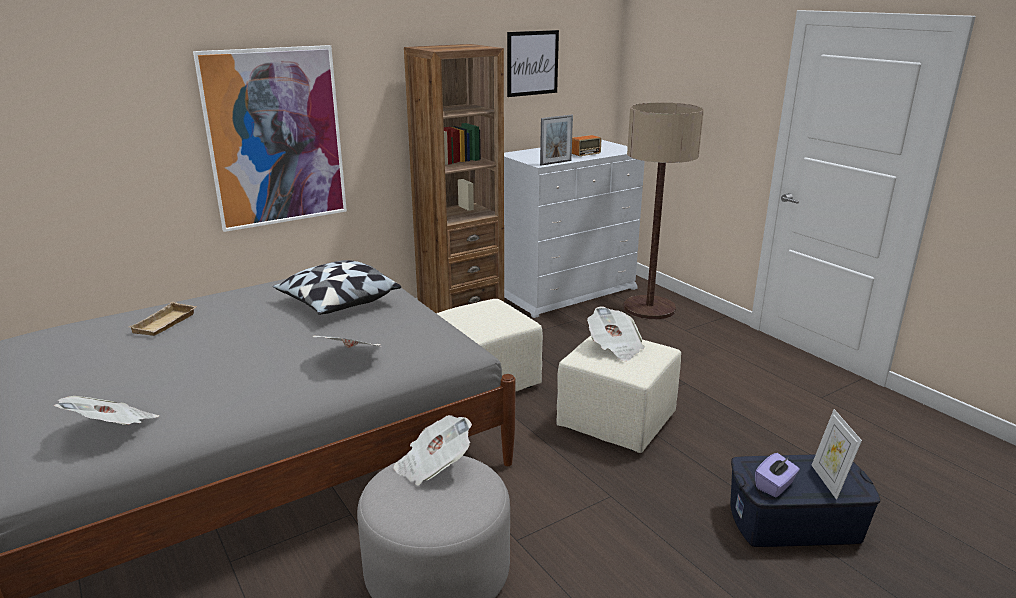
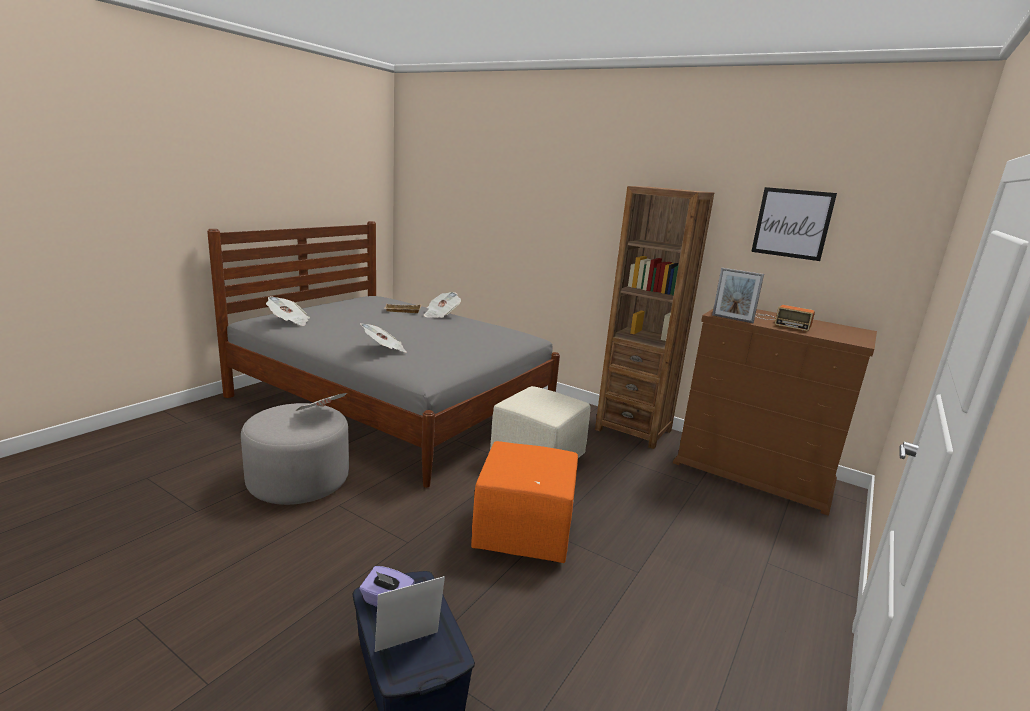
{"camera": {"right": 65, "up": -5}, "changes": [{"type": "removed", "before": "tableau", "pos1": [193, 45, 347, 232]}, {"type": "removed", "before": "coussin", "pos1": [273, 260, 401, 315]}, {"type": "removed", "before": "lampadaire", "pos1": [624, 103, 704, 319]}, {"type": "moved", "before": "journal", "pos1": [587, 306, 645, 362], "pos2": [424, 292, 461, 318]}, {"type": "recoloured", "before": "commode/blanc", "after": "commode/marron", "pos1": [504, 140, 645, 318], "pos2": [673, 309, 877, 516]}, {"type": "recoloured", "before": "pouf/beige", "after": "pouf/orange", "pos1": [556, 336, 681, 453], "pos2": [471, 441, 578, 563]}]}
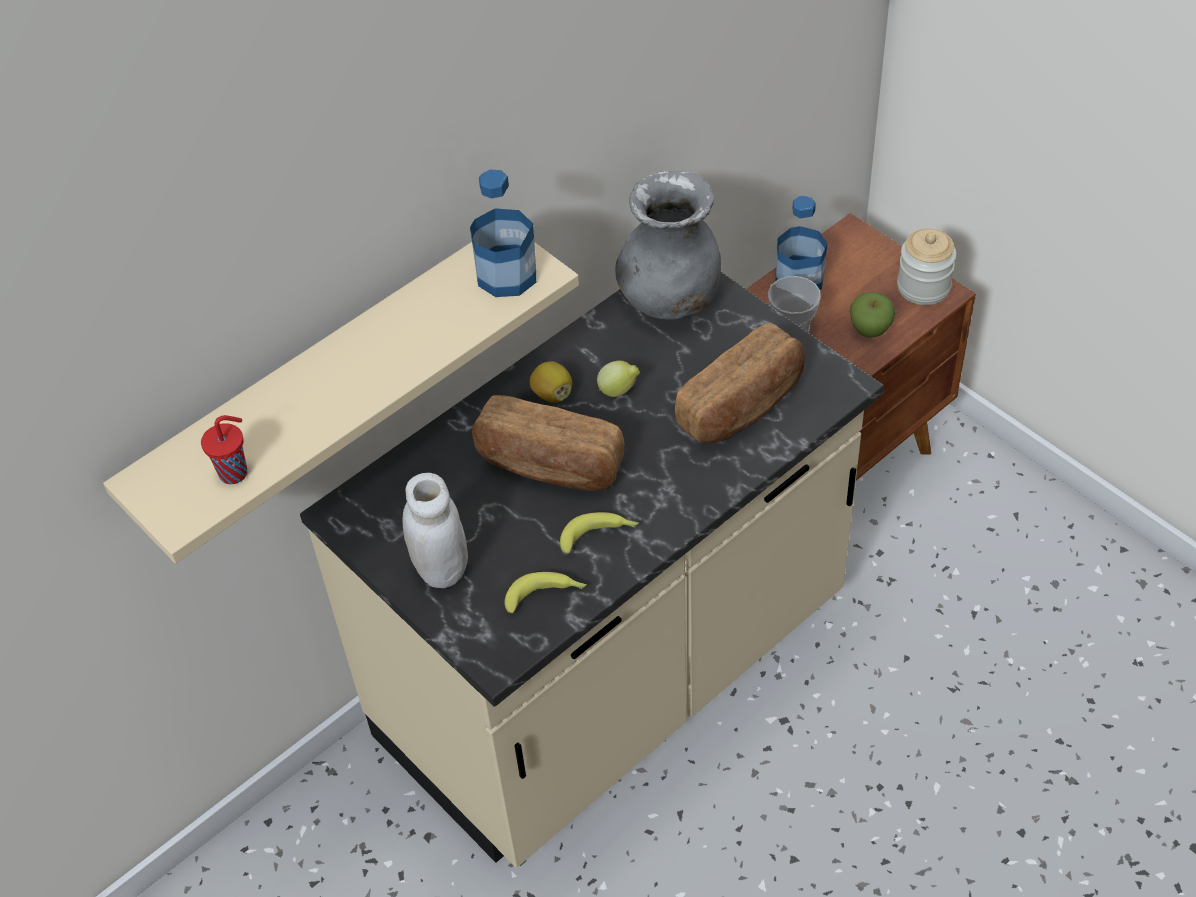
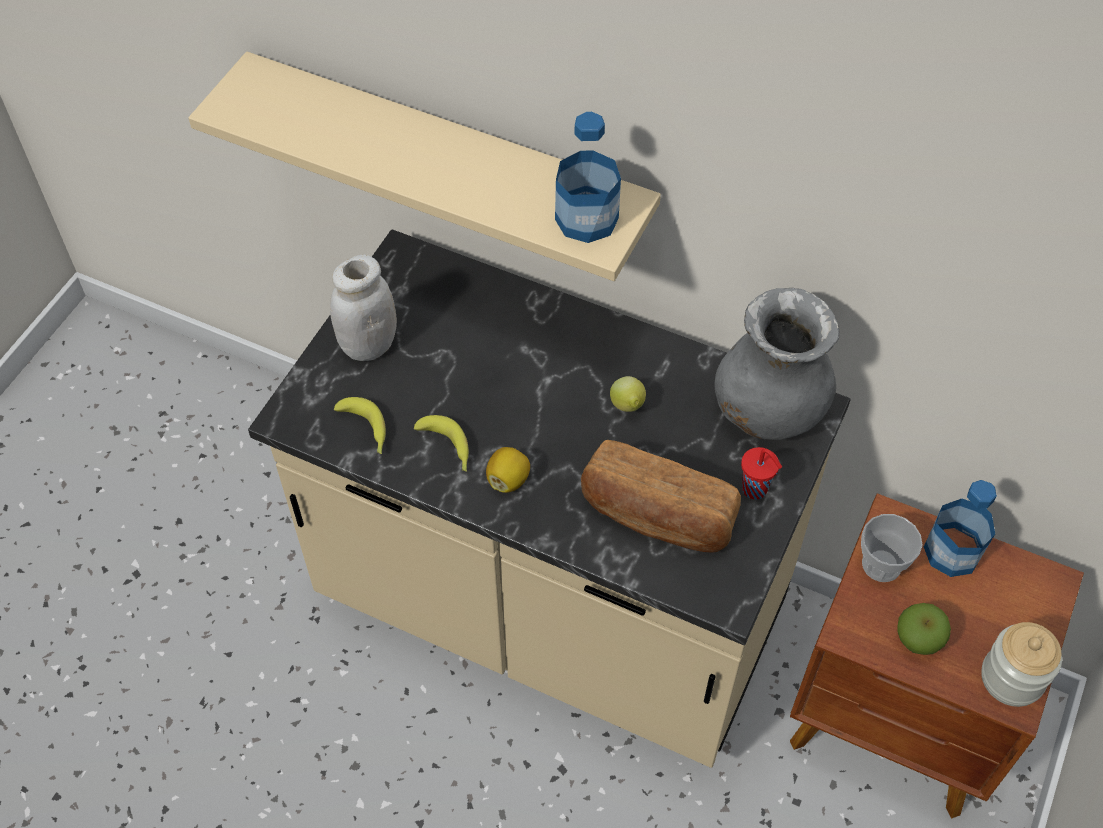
{"camera": {"right": 65, "up": 5}, "changes": [{"type": "removed", "before": "pain", "pos1": [472, 395, 624, 491]}, {"type": "moved", "before": "tasse/rouge", "pos1": [201, 415, 247, 484], "pos2": [741, 447, 782, 499]}, {"type": "moved", "before": "citron", "pos1": [530, 361, 572, 403], "pos2": [486, 447, 530, 493]}]}
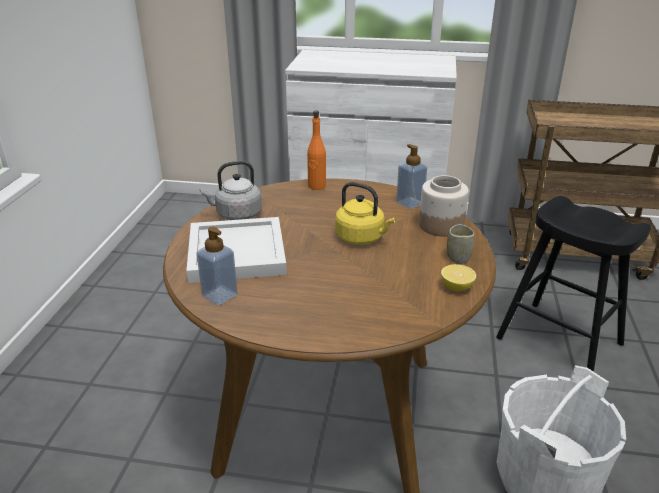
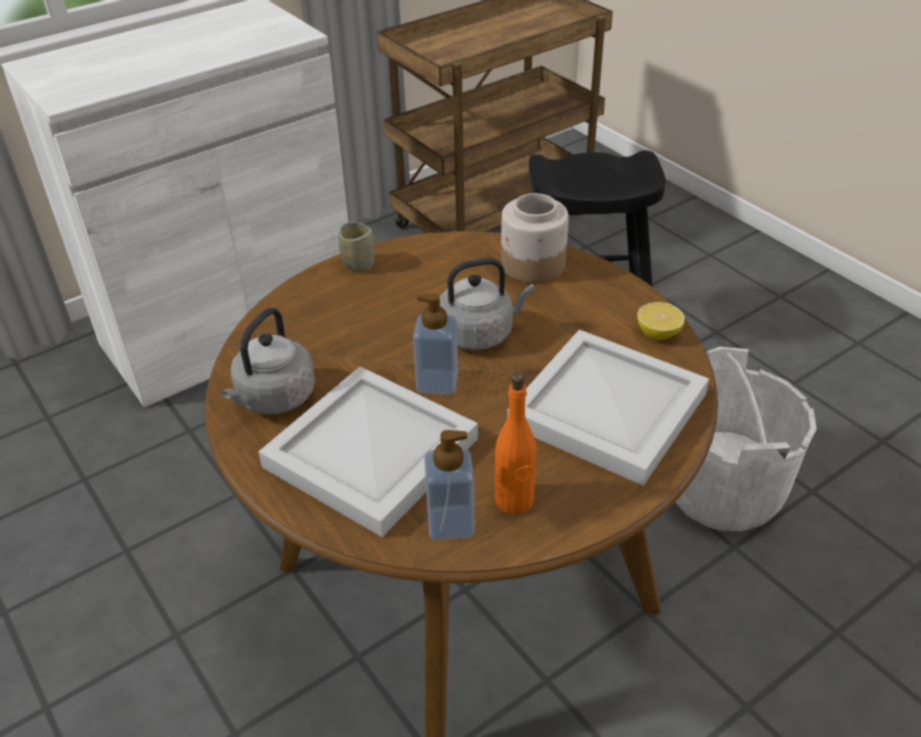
{"camera": {"right": -45, "up": 10}, "changes": [{"type": "added", "after": "plateau/blanc", "pos2": [507, 330, 709, 486]}, {"type": "moved", "before": "bouteille/orange", "pos1": [307, 110, 326, 190], "pos2": [495, 372, 536, 514]}, {"type": "moved", "before": "distributeur de savon", "pos1": [396, 144, 427, 209], "pos2": [413, 293, 458, 395]}, {"type": "moved", "before": "tasse", "pos1": [447, 224, 475, 264], "pos2": [338, 222, 374, 272]}, {"type": "recoloured", "before": "bouilloire/jaune", "after": "bouilloire/gris", "pos1": [335, 182, 395, 245], "pos2": [440, 258, 535, 350]}]}
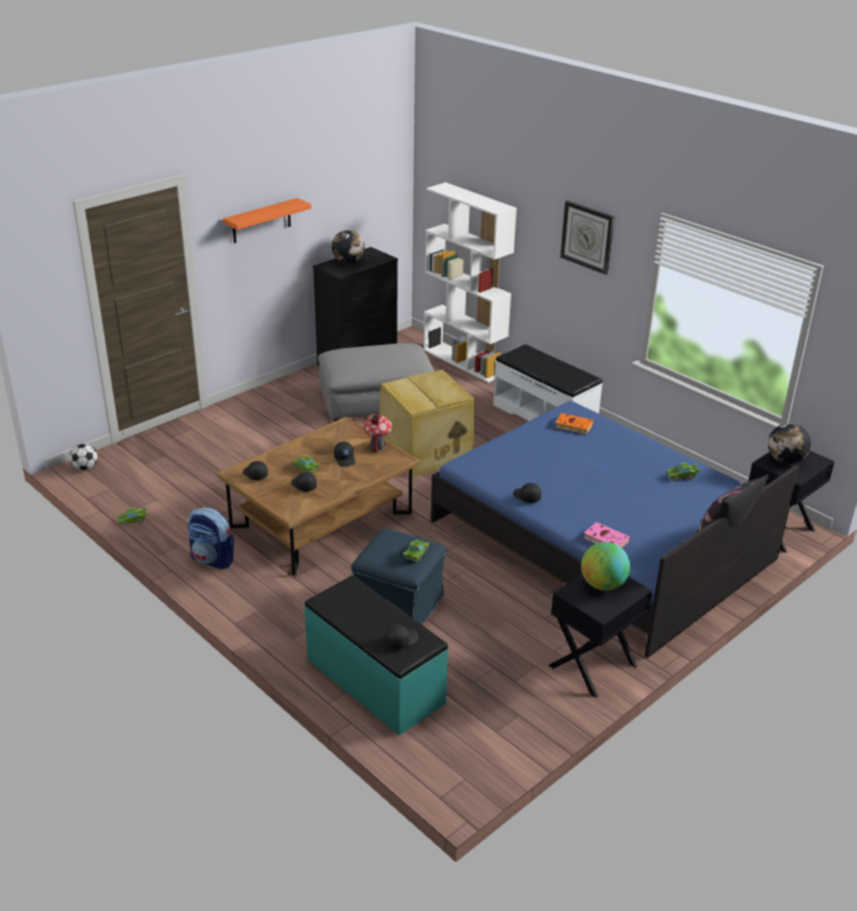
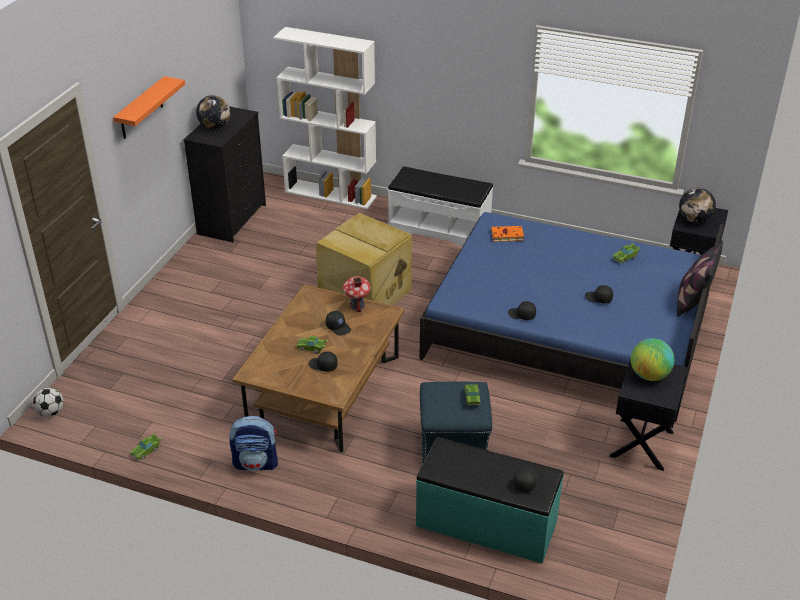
{"camera": {"right": -25, "up": 5}, "changes": [{"type": "removed", "before": "pouf/gris", "pos1": [318, 343, 434, 421]}, {"type": "removed", "before": "horloge murale", "pos1": [560, 200, 615, 275]}, {"type": "removed", "before": "livre/rose", "pos1": [583, 522, 630, 548]}, {"type": "moved", "before": "casquette/noir", "pos1": [243, 461, 268, 480], "pos2": [585, 285, 613, 304]}]}
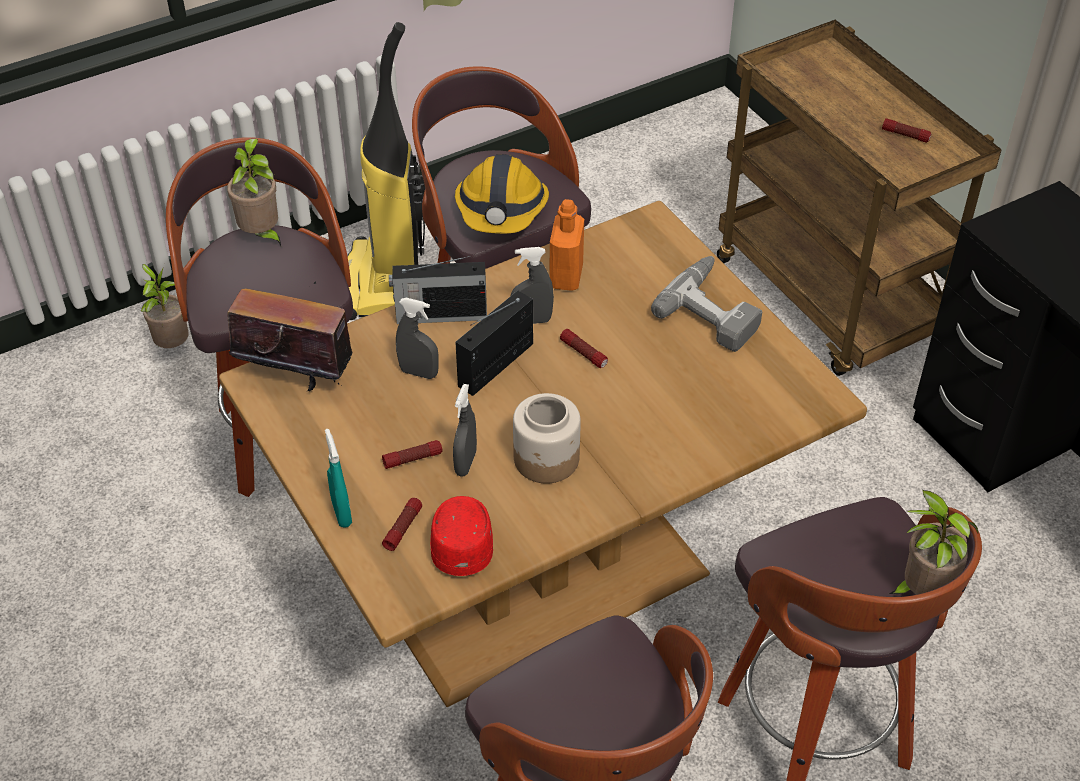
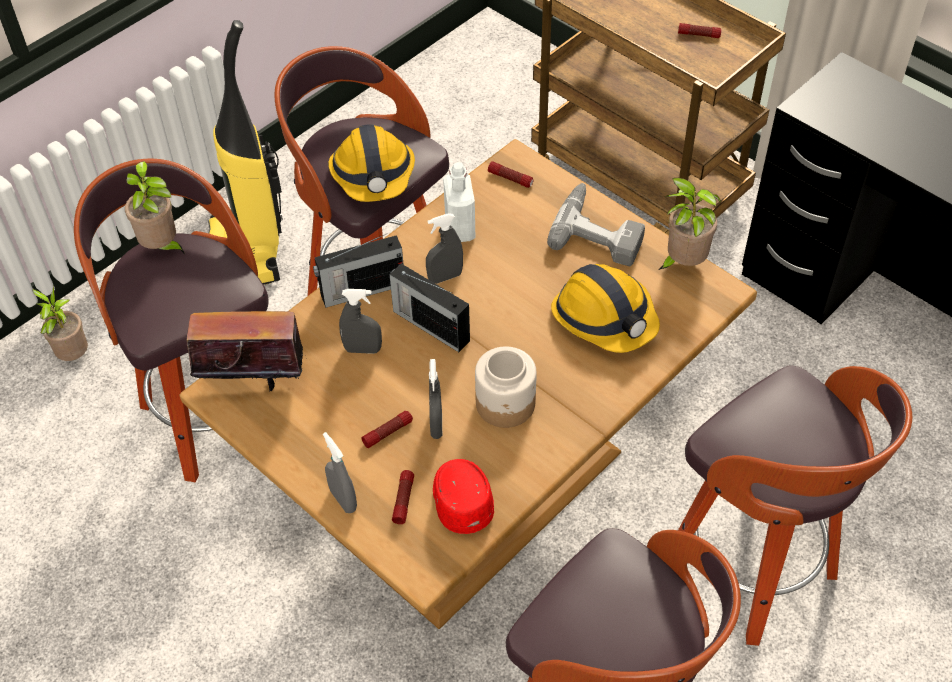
{"camera": {"right": -15, "up": 5}, "changes": [{"type": "added", "after": "casque de chantier", "pos2": [551, 264, 660, 353]}, {"type": "moved", "before": "lampe de poche", "pos1": [560, 329, 608, 368], "pos2": [488, 161, 534, 188]}, {"type": "moved", "before": "plante en pot", "pos1": [889, 490, 978, 595], "pos2": [658, 178, 721, 270]}, {"type": "recoloured", "before": "vaporisateur/turquoise", "after": "vaporisateur/gris", "pos1": [325, 429, 352, 527], "pos2": [323, 432, 357, 513]}, {"type": "recoloured", "before": "bouteille/orange", "after": "bouteille/blanc", "pos1": [550, 199, 584, 291], "pos2": [443, 162, 475, 242]}, {"type": "turned", "before": "radio", "pos1": [455, 290, 533, 396], "pos2": [389, 263, 470, 352], "turn": -75}]}
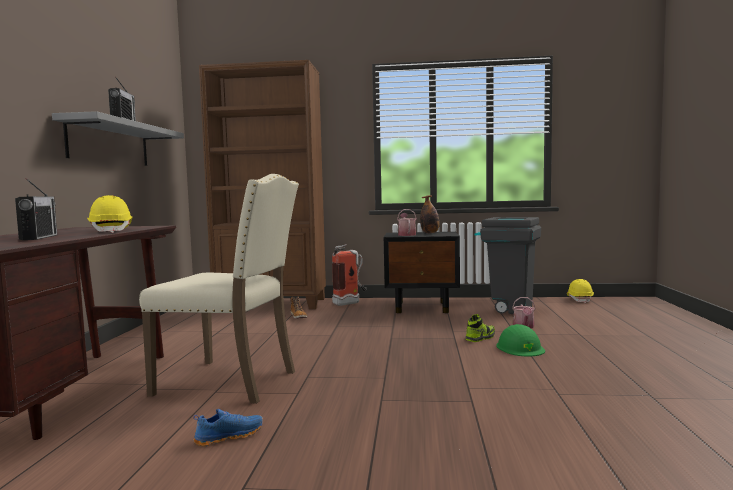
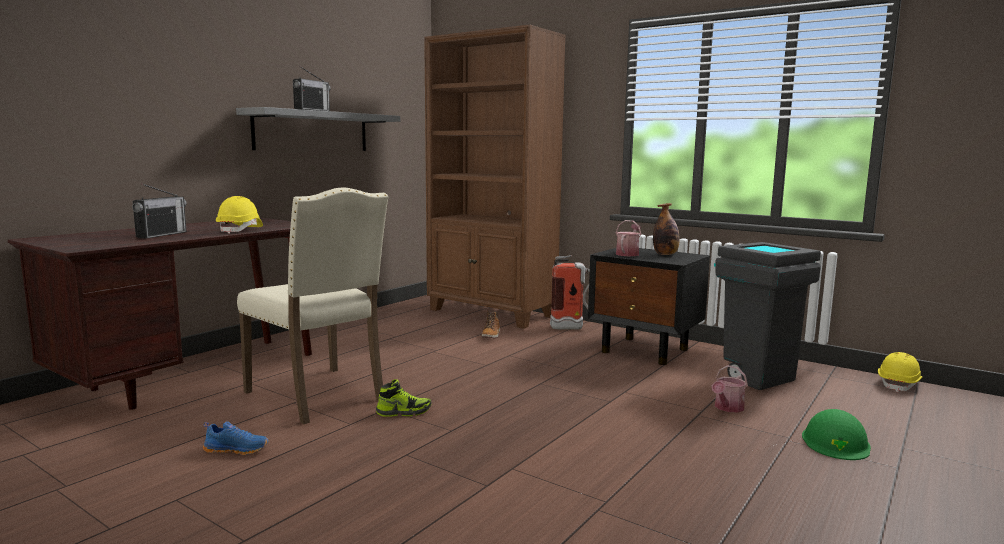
{"camera": {"right": 30, "up": 5}, "changes": [{"type": "moved", "before": "chaussure", "pos1": [466, 314, 495, 342], "pos2": [376, 379, 432, 417]}, {"type": "moved", "before": "casque de chantier/vert", "pos1": [496, 324, 545, 357], "pos2": [802, 409, 871, 460]}]}
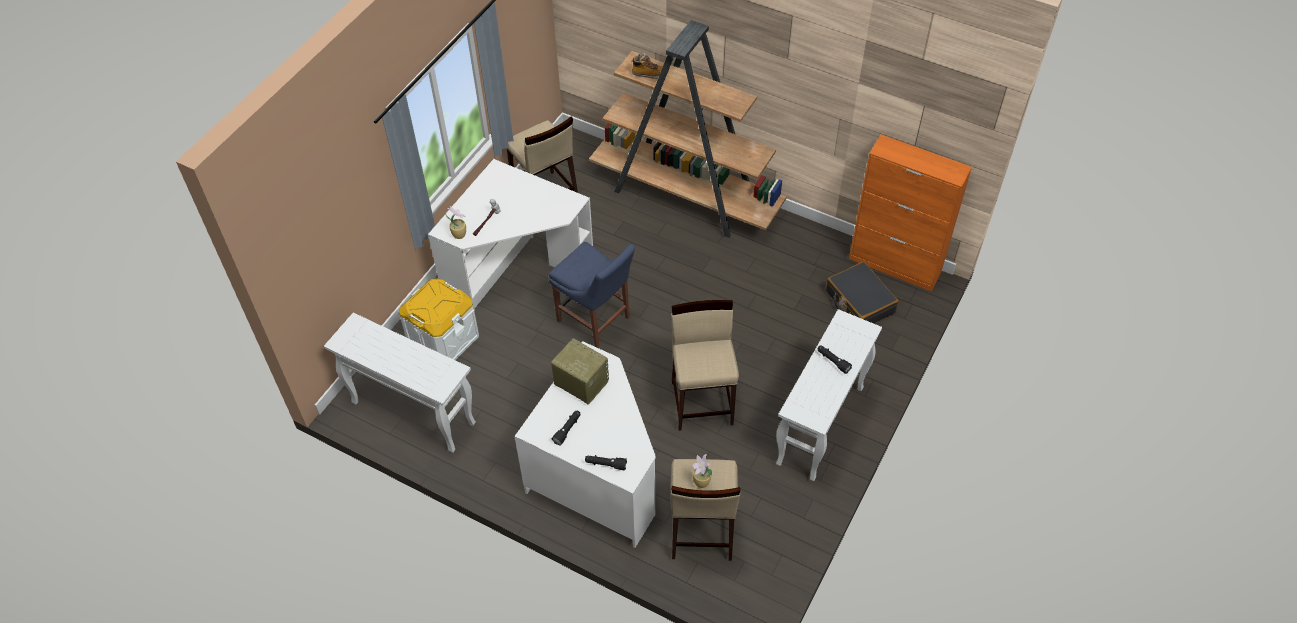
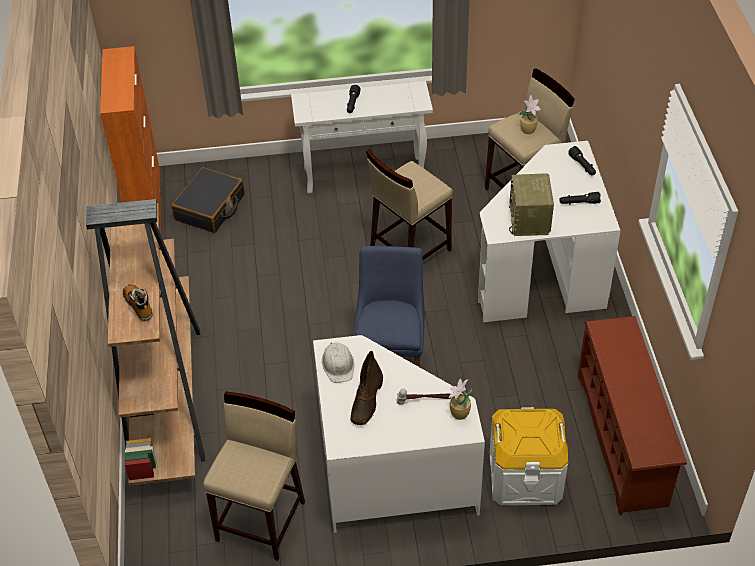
{"camera": {"right": -125, "up": -5}, "changes": [{"type": "added", "after": "casque de chantier/blanc", "pos2": [321, 342, 354, 383]}, {"type": "added", "after": "botte/marron", "pos2": [351, 351, 383, 425]}, {"type": "replaced", "before": "table console/blanc", "after": "étagère à chaussures/marron", "pos1": [324, 313, 476, 453], "pos2": [578, 316, 687, 516]}]}
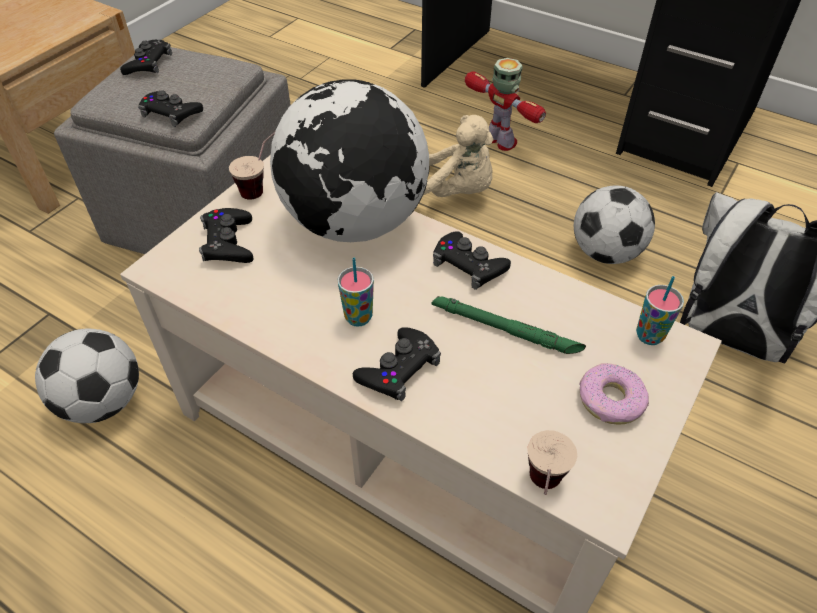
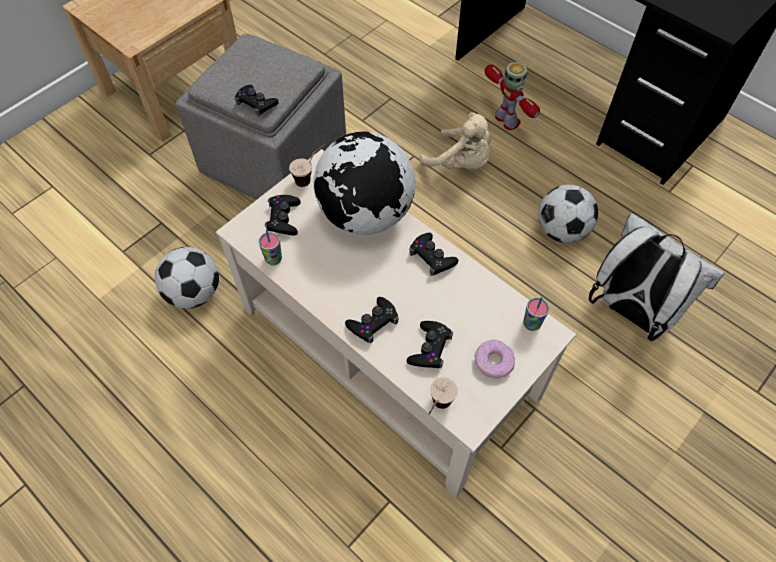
{"camera": {"right": 10, "up": 10}, "changes": [{"type": "removed", "before": "lampe de poche/vert", "pos1": [432, 296, 586, 354]}, {"type": "moved", "before": "manette/noir", "pos1": [120, 40, 172, 75], "pos2": [407, 321, 453, 368]}, {"type": "moved", "before": "tasse", "pos1": [338, 258, 374, 327], "pos2": [258, 230, 282, 266]}]}
